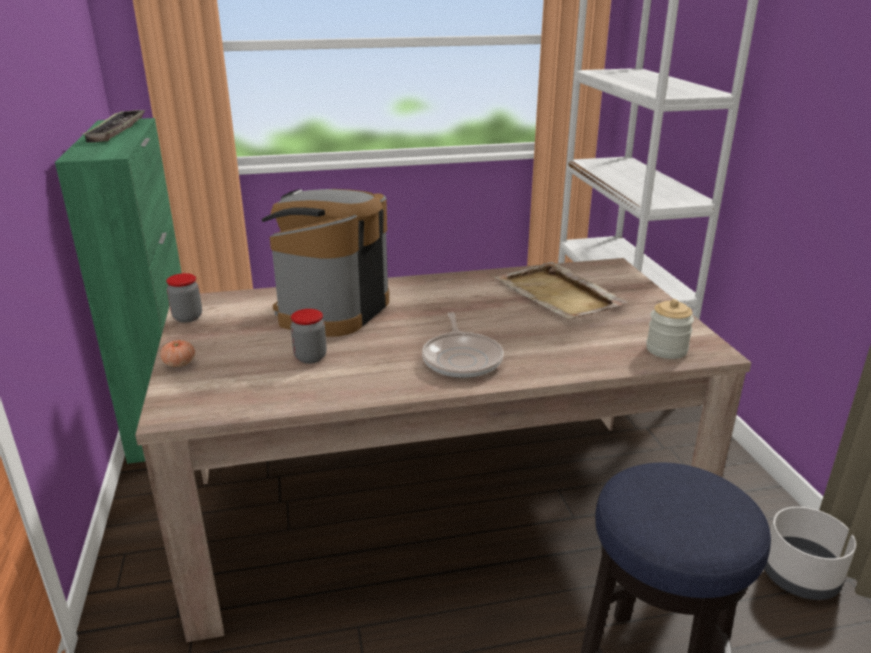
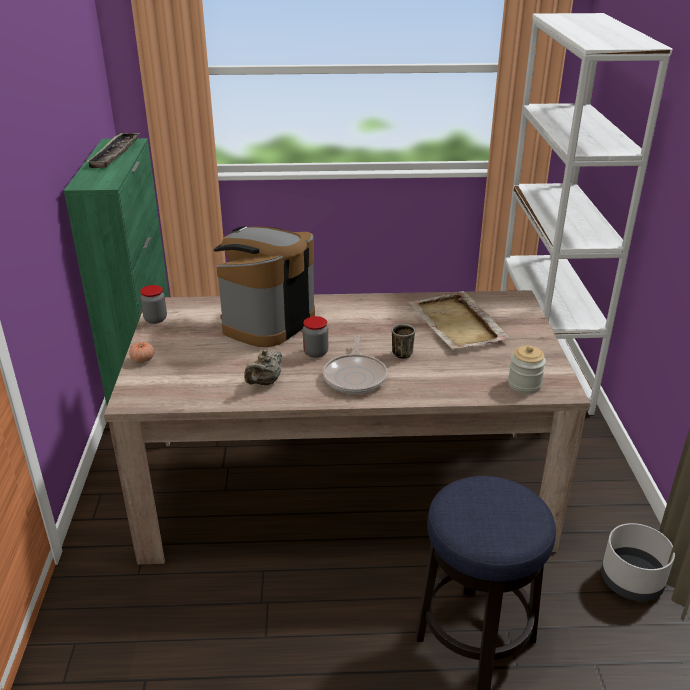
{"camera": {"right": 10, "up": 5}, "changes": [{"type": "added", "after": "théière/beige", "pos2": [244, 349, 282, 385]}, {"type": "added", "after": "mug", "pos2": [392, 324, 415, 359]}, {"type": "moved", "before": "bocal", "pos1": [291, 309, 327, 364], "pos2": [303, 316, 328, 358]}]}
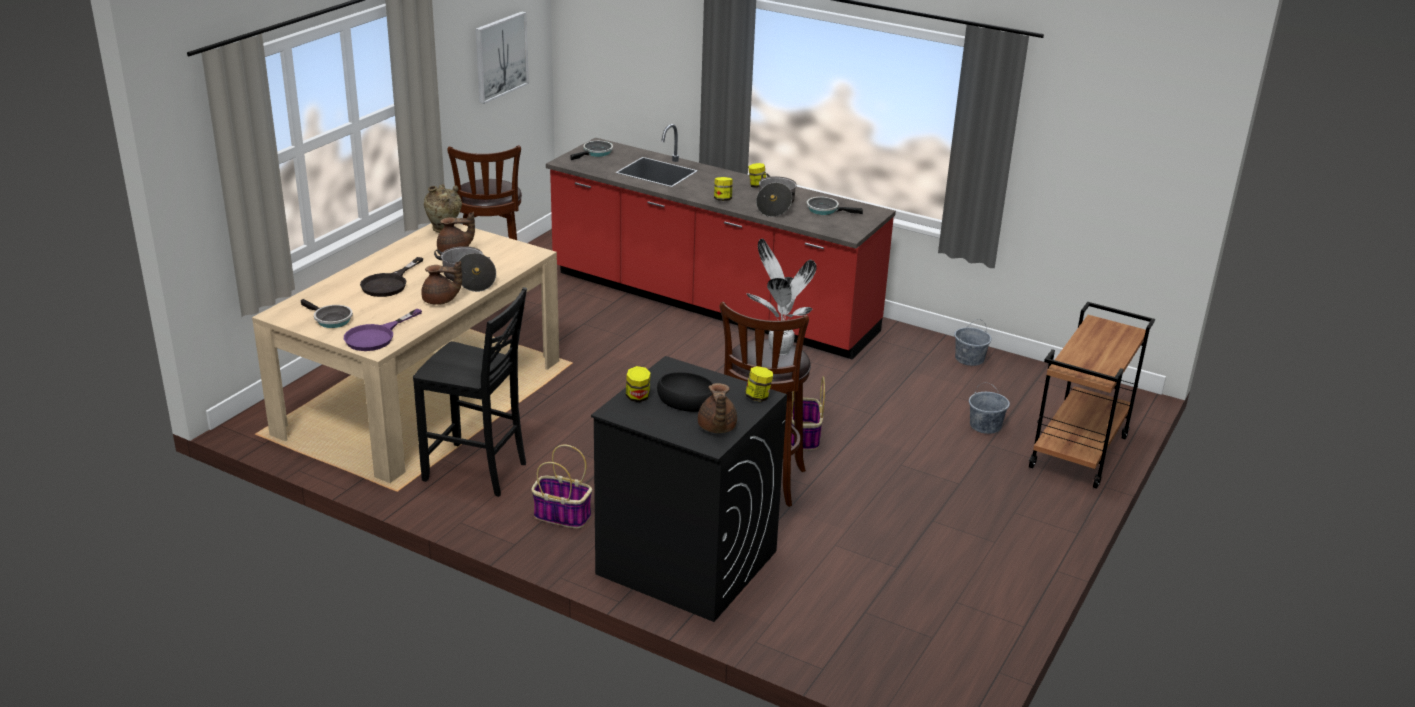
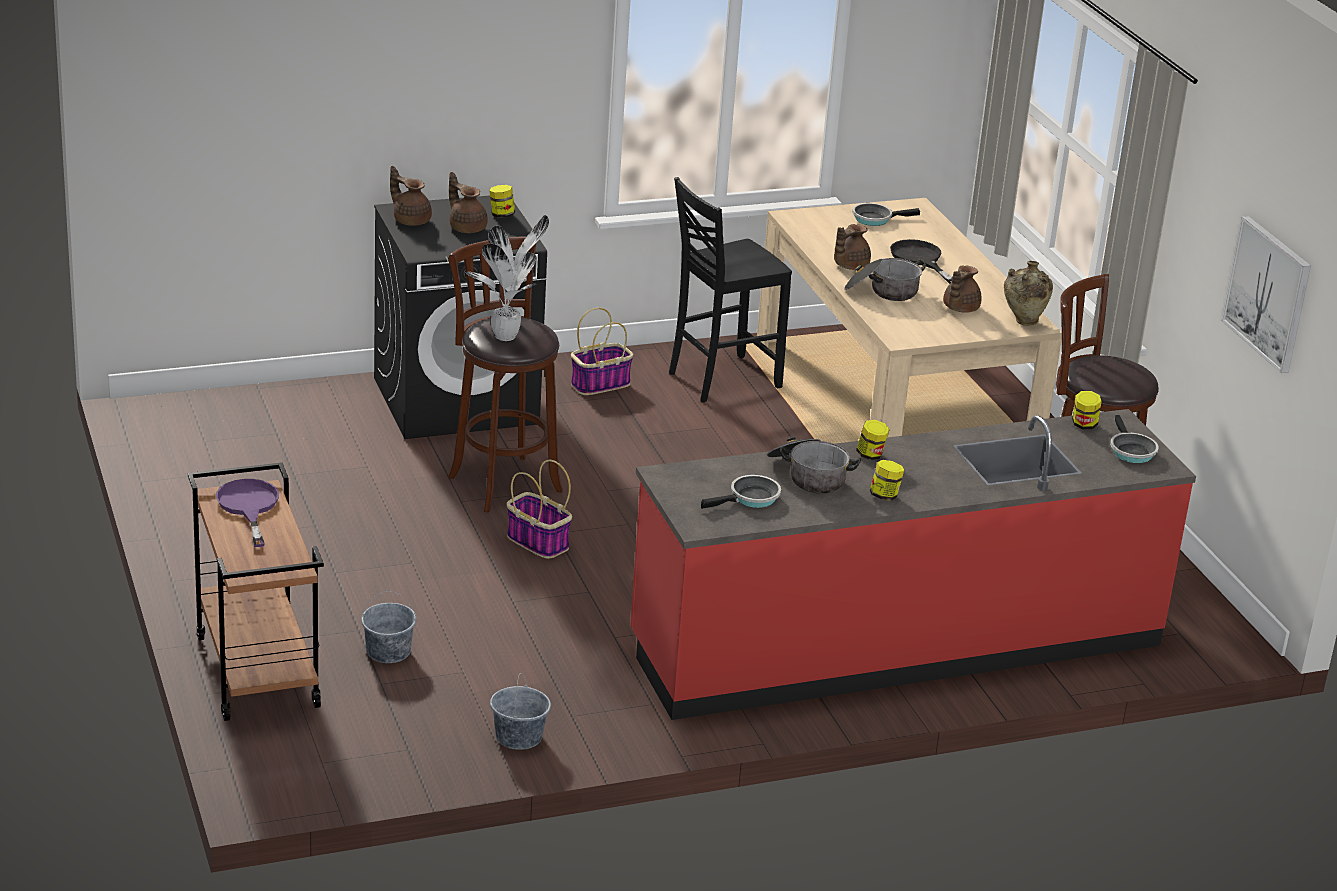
{"camera": {"right": 130, "up": 0}, "changes": [{"type": "moved", "before": "poêle/violet", "pos1": [344, 309, 422, 351], "pos2": [216, 479, 279, 547]}, {"type": "moved", "before": "bocal", "pos1": [745, 366, 773, 402], "pos2": [1072, 391, 1101, 429]}, {"type": "replaced", "before": "bol/noir", "after": "théière/marron", "pos1": [657, 372, 713, 412], "pos2": [449, 172, 488, 233]}]}
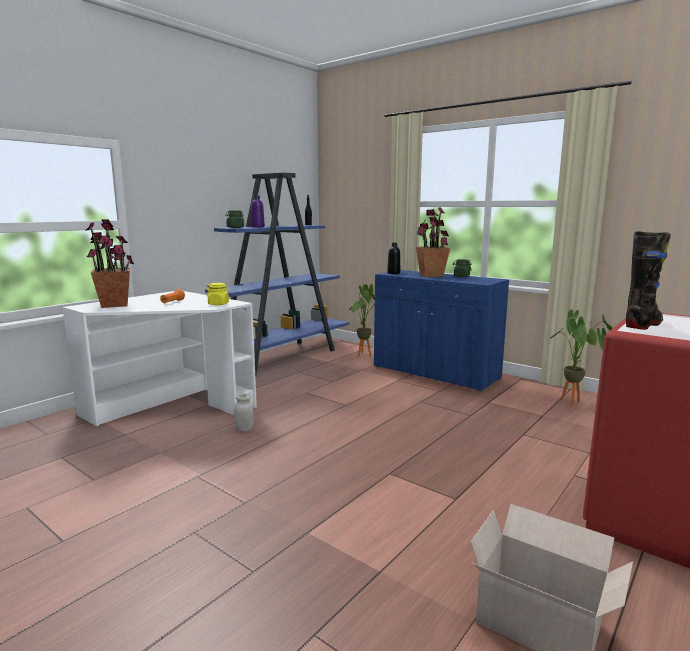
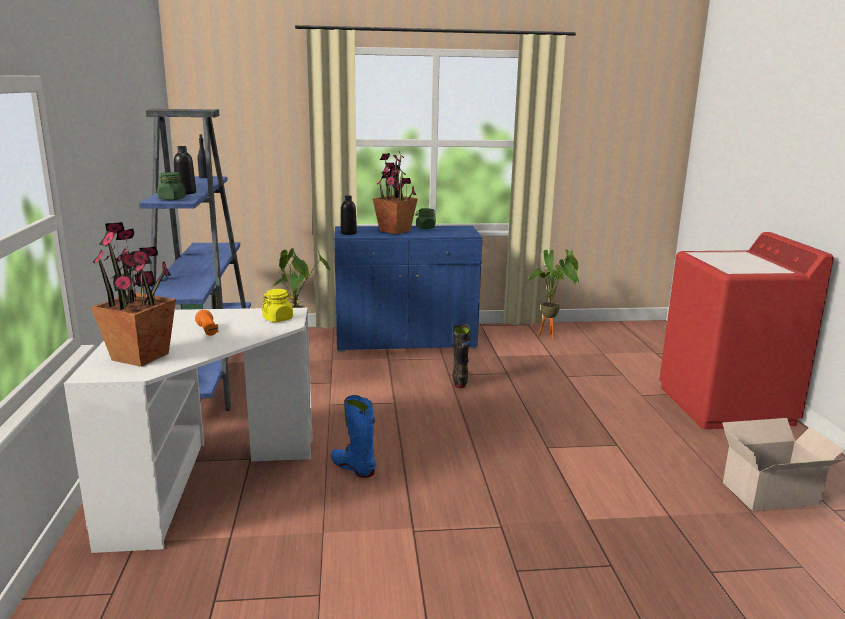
{"camera": {"right": -45, "up": 5}, "changes": [{"type": "moved", "before": "botte/noir", "pos1": [626, 231, 671, 330], "pos2": [453, 324, 471, 388]}, {"type": "replaced", "before": "bocal/blanc", "after": "botte/bleu", "pos1": [234, 394, 254, 431], "pos2": [331, 395, 376, 478]}, {"type": "recoloured", "before": "bouteille/violet", "after": "bouteille/noir", "pos1": [251, 195, 265, 227], "pos2": [174, 146, 196, 194]}]}
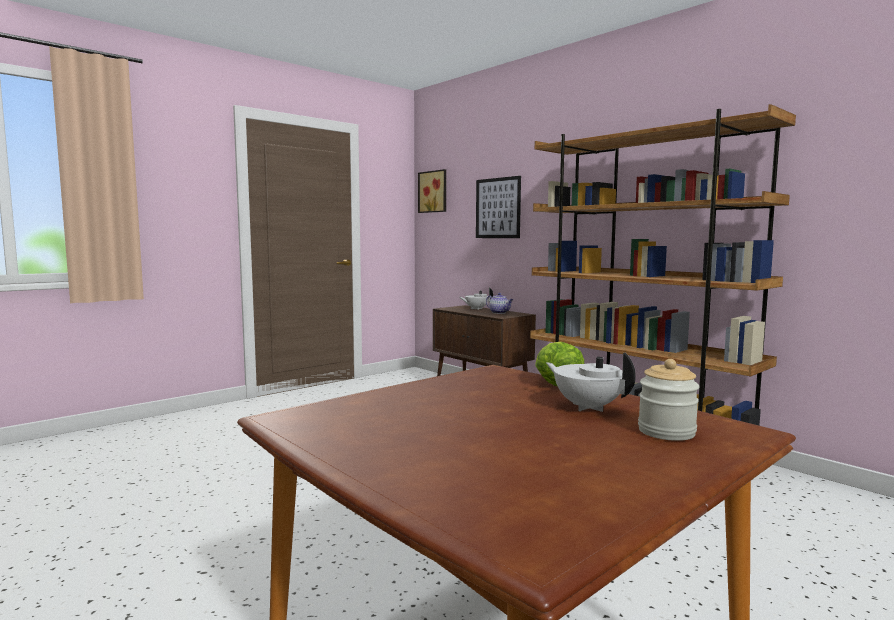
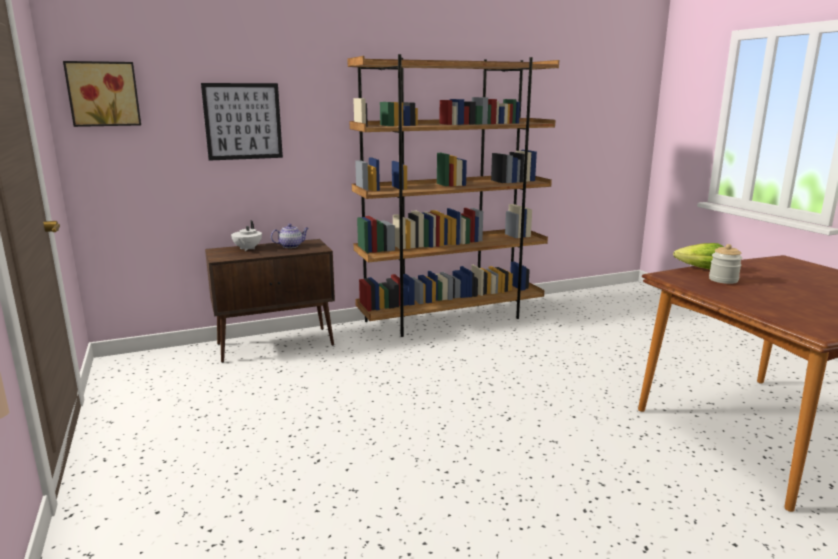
{"camera": {"right": -70, "up": 10}, "changes": [{"type": "removed", "before": "théière/blanc", "pos1": [546, 353, 636, 412]}, {"type": "moved", "before": "bocal", "pos1": [638, 359, 700, 441], "pos2": [709, 244, 743, 284]}]}
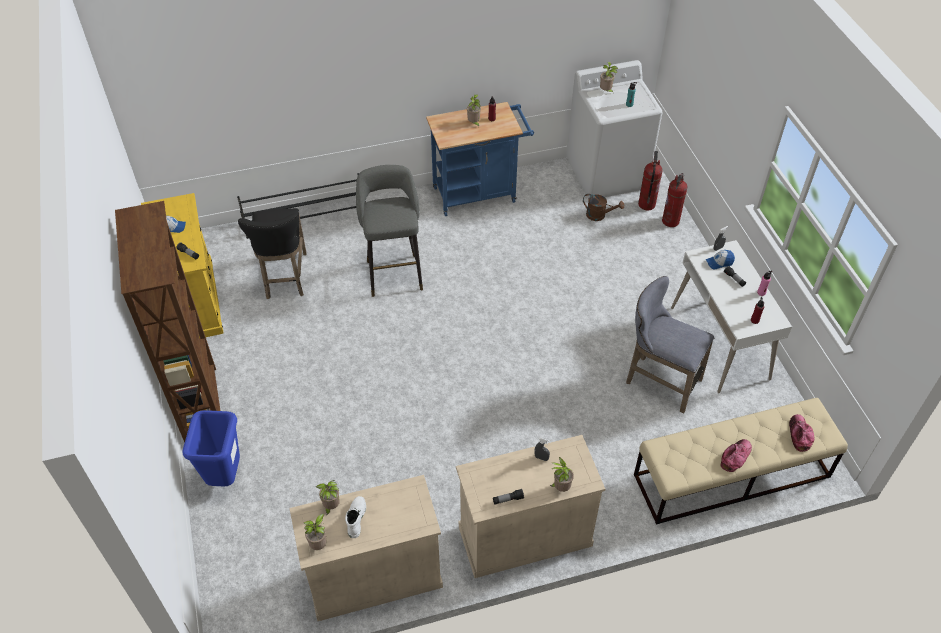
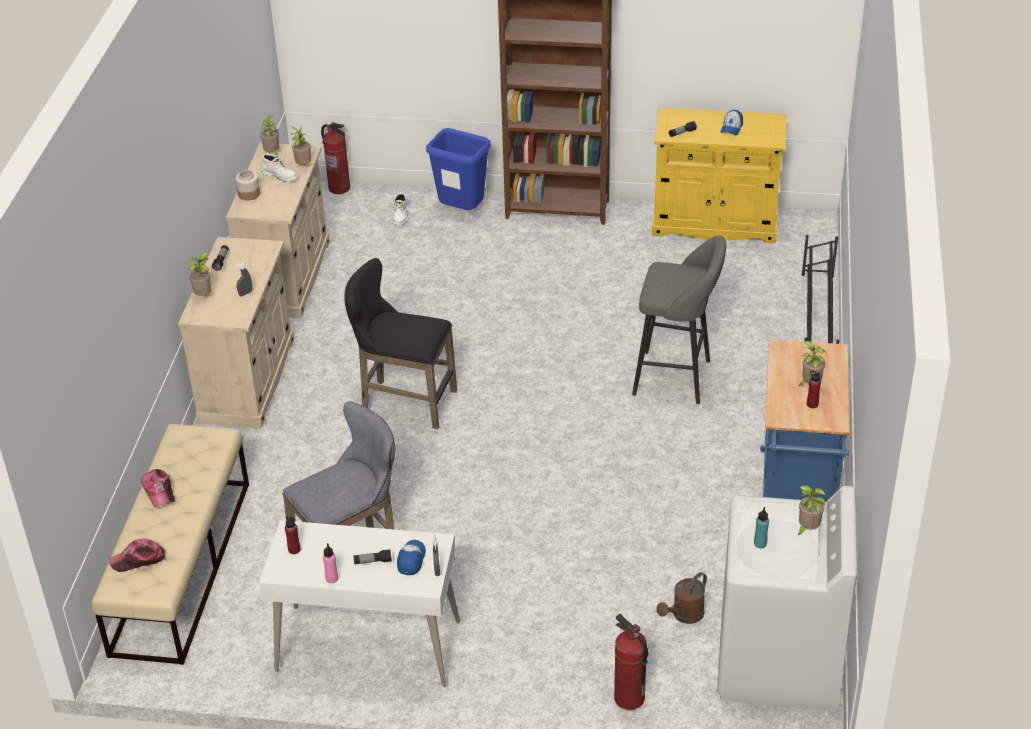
{"camera": {"right": 115, "up": -10}, "changes": [{"type": "added", "after": "bocal", "pos2": [235, 170, 260, 201]}, {"type": "added", "after": "botte/blanc", "pos2": [392, 193, 407, 226]}, {"type": "moved", "before": "tabouret/noir", "pos1": [238, 208, 306, 299], "pos2": [344, 258, 457, 429]}, {"type": "moved", "before": "extincteur", "pos1": [638, 151, 663, 210], "pos2": [321, 122, 350, 194]}, {"type": "turned", "before": "casquette", "pos1": [789, 414, 814, 452], "pos2": [109, 538, 165, 572], "turn": 135}]}
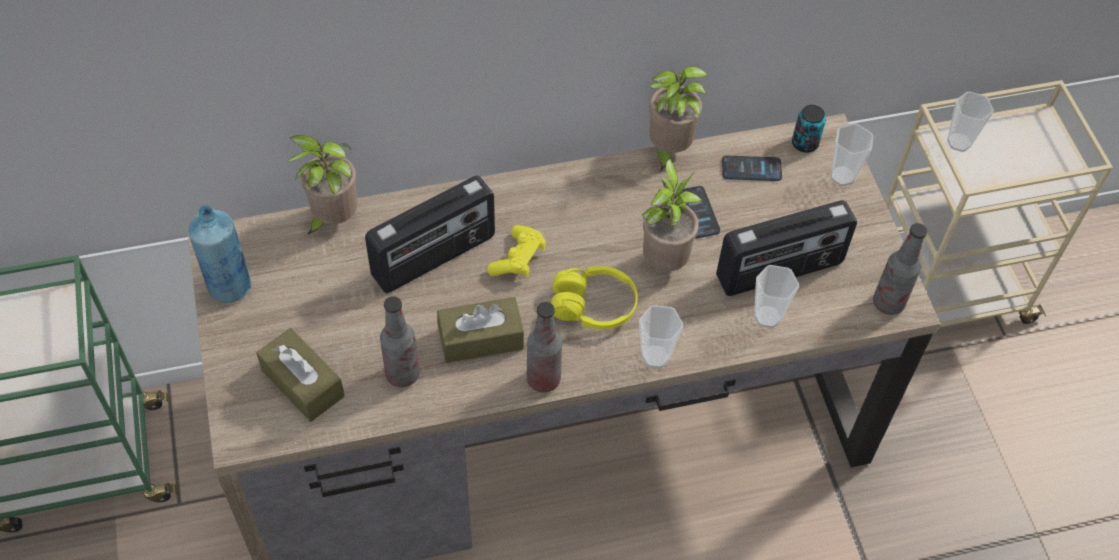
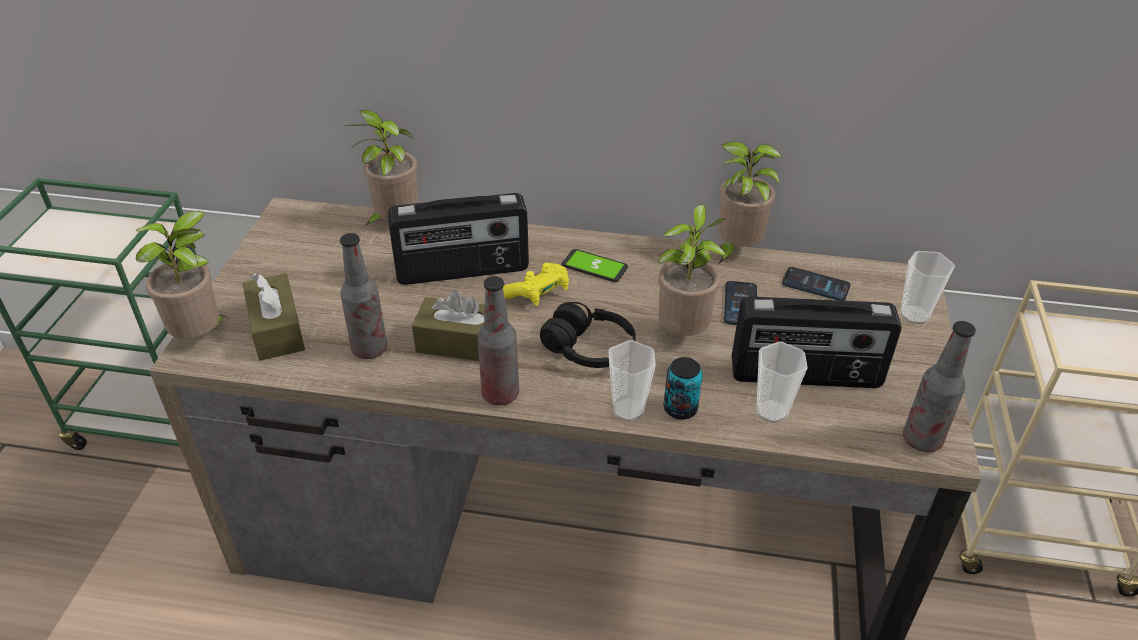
{"camera": {"right": 25, "up": -15}, "changes": [{"type": "removed", "before": "bouteille/bleu", "pos1": [188, 205, 251, 303]}, {"type": "removed", "before": "tasse", "pos1": [947, 92, 994, 152]}, {"type": "added", "after": "plante en pot", "pos2": [136, 211, 228, 339]}, {"type": "added", "after": "téléphone", "pos2": [562, 249, 628, 282]}, {"type": "moved", "before": "boîte métallique", "pos1": [792, 105, 826, 153], "pos2": [664, 357, 703, 420]}, {"type": "recoloured", "before": "casque audio/jaune", "after": "casque audio/noir", "pos1": [551, 266, 638, 330], "pos2": [540, 302, 636, 368]}]}
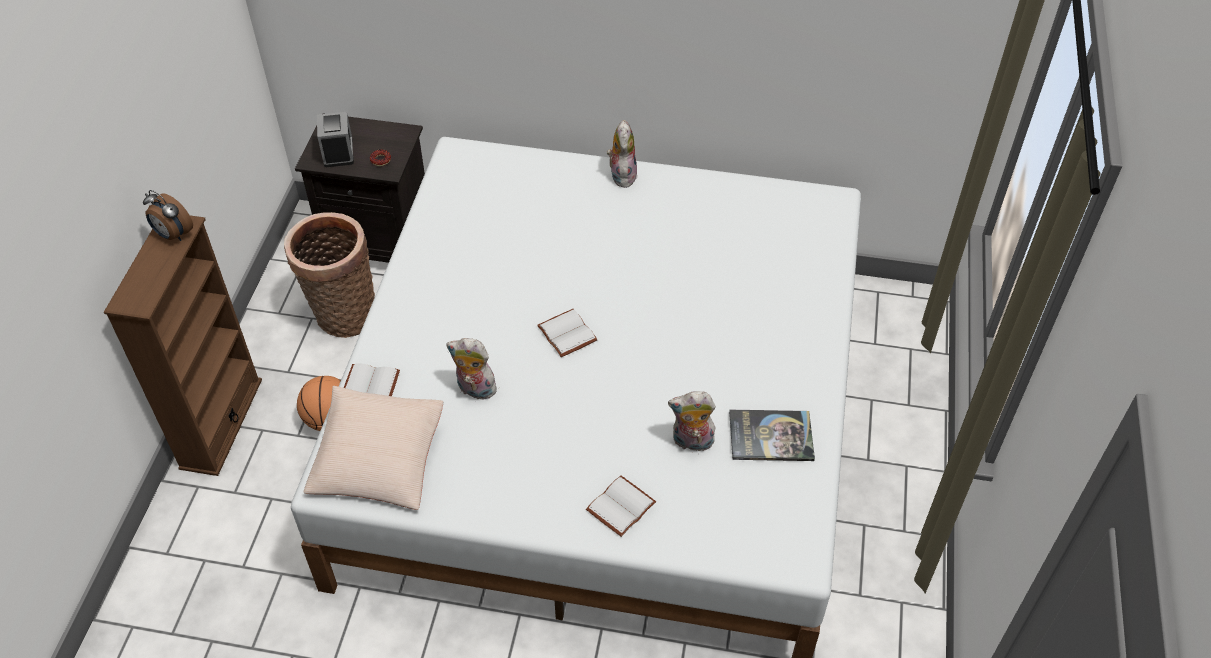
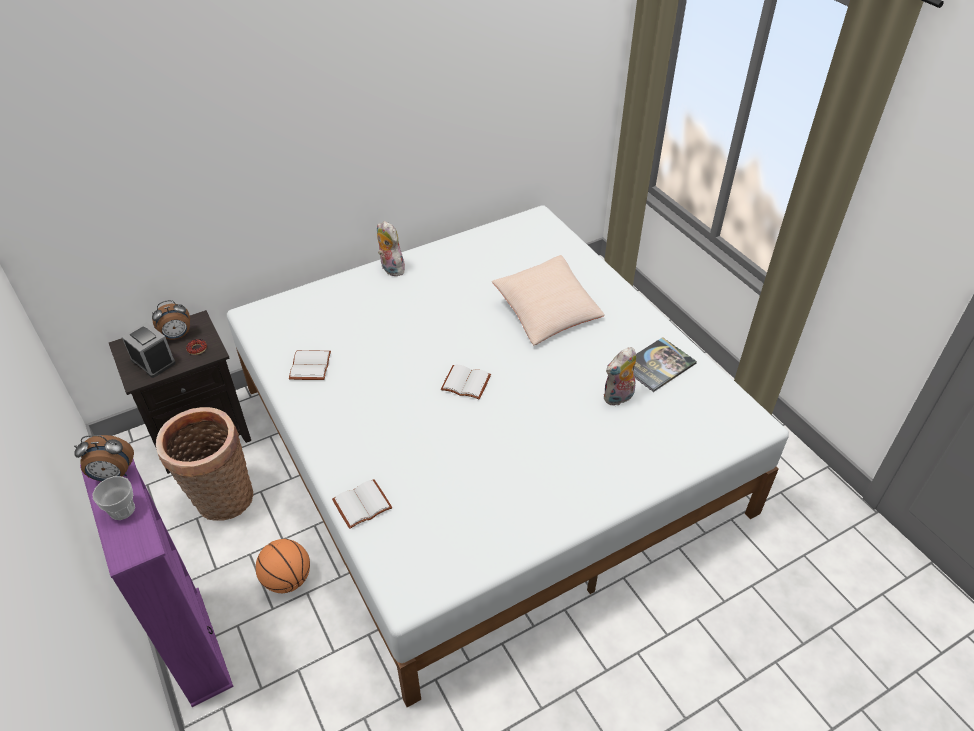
{"camera": {"right": -40, "up": -5}, "changes": [{"type": "removed", "before": "peluche", "pos1": [446, 338, 497, 399]}, {"type": "added", "after": "tasse", "pos2": [92, 476, 135, 520]}, {"type": "added", "after": "réveil", "pos2": [152, 300, 190, 340]}, {"type": "moved", "before": "coussin/beige", "pos1": [304, 386, 443, 510], "pos2": [492, 255, 605, 345]}, {"type": "moved", "before": "livre/blanc", "pos1": [586, 476, 656, 537], "pos2": [289, 350, 331, 380]}, {"type": "recoloured", "before": "bibliothèque/marron", "after": "bibliothèque/violet", "pos1": [104, 215, 262, 476], "pos2": [80, 459, 234, 707]}]}
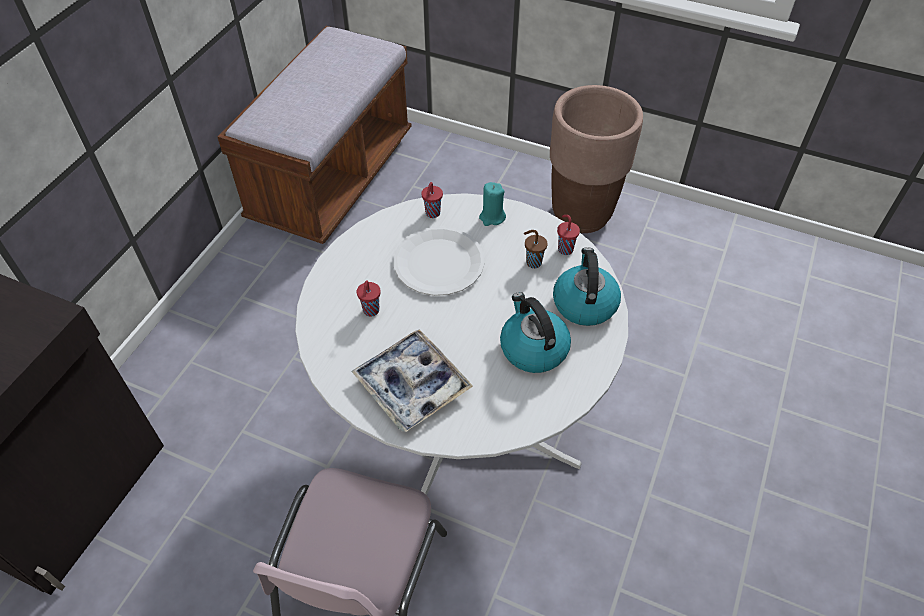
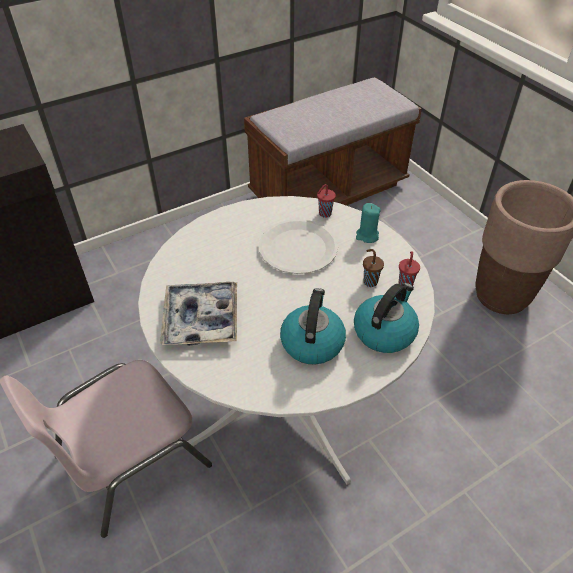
{"camera": {"right": 35, "up": -5}, "changes": [{"type": "removed", "before": "tasse/rouge", "pos1": [356, 281, 381, 317]}]}
